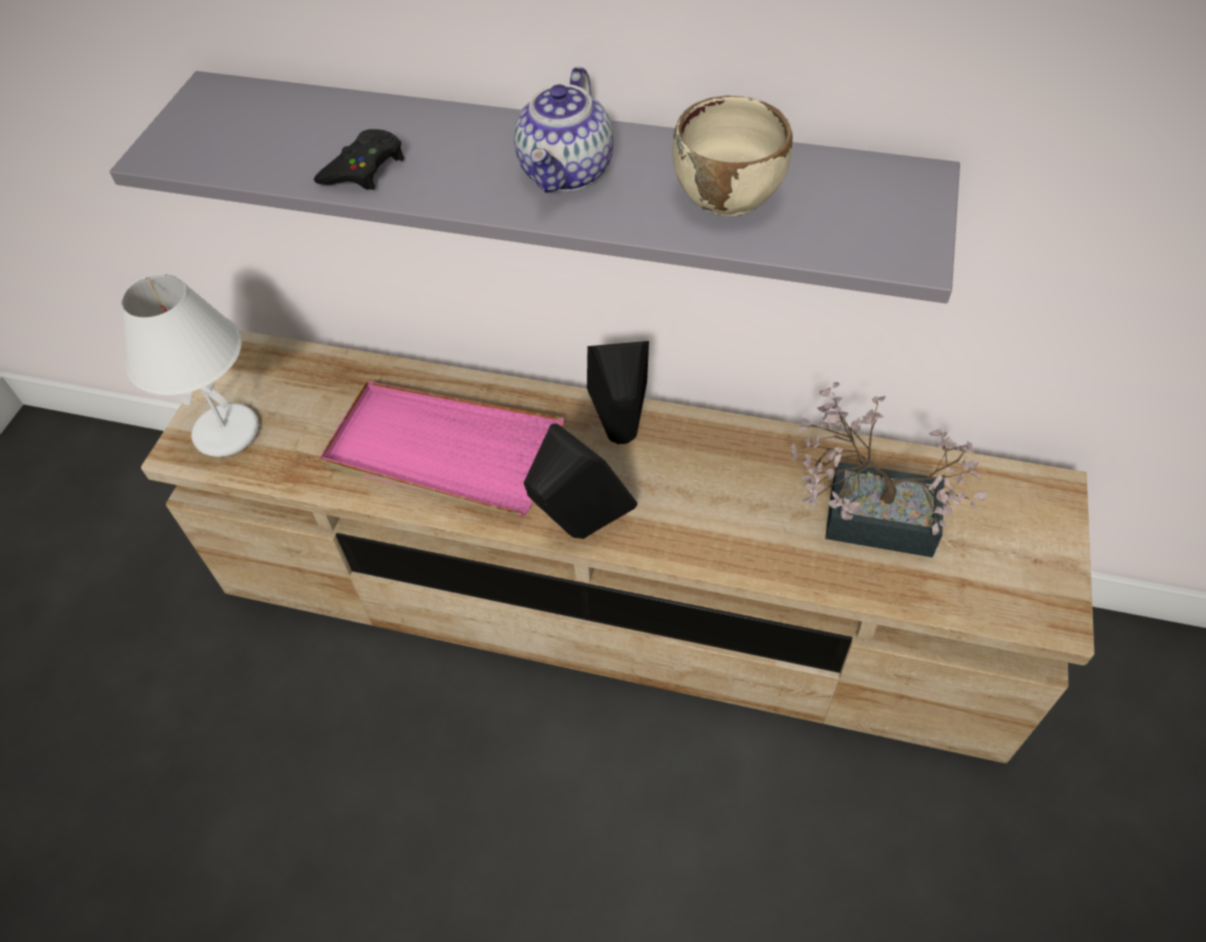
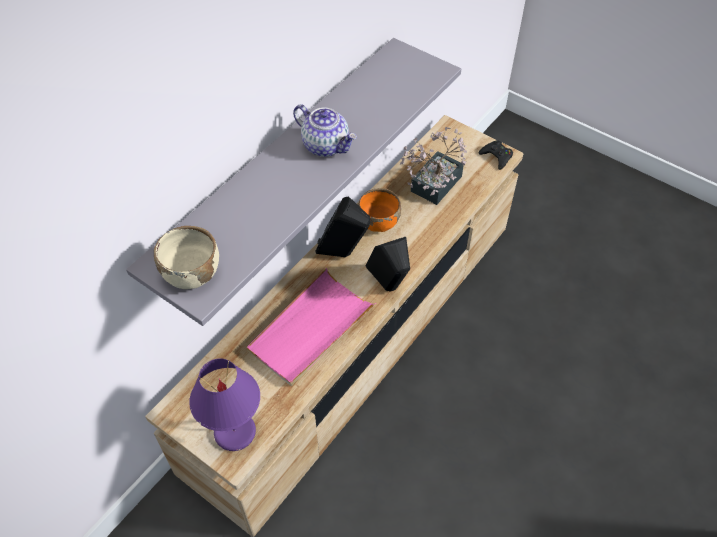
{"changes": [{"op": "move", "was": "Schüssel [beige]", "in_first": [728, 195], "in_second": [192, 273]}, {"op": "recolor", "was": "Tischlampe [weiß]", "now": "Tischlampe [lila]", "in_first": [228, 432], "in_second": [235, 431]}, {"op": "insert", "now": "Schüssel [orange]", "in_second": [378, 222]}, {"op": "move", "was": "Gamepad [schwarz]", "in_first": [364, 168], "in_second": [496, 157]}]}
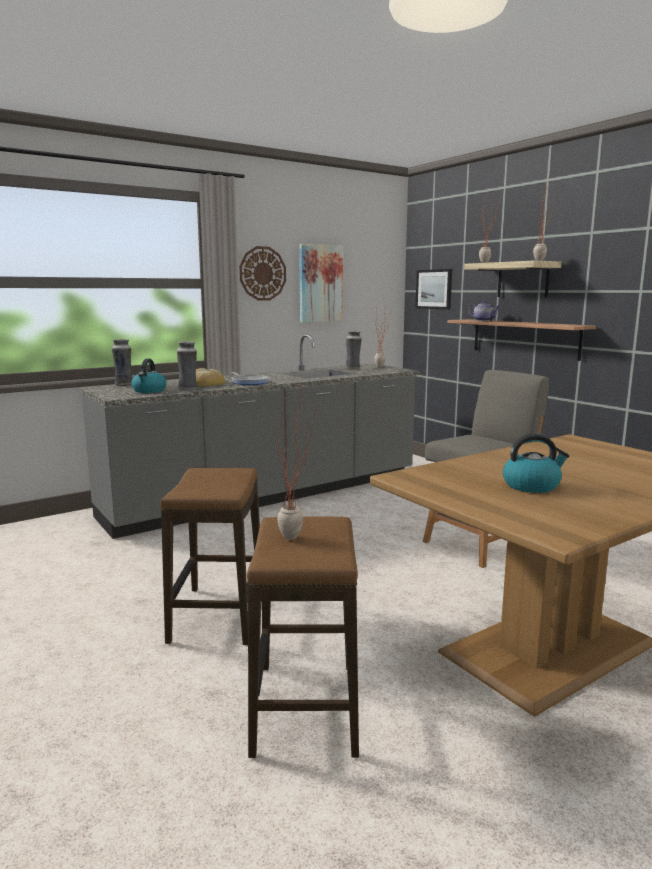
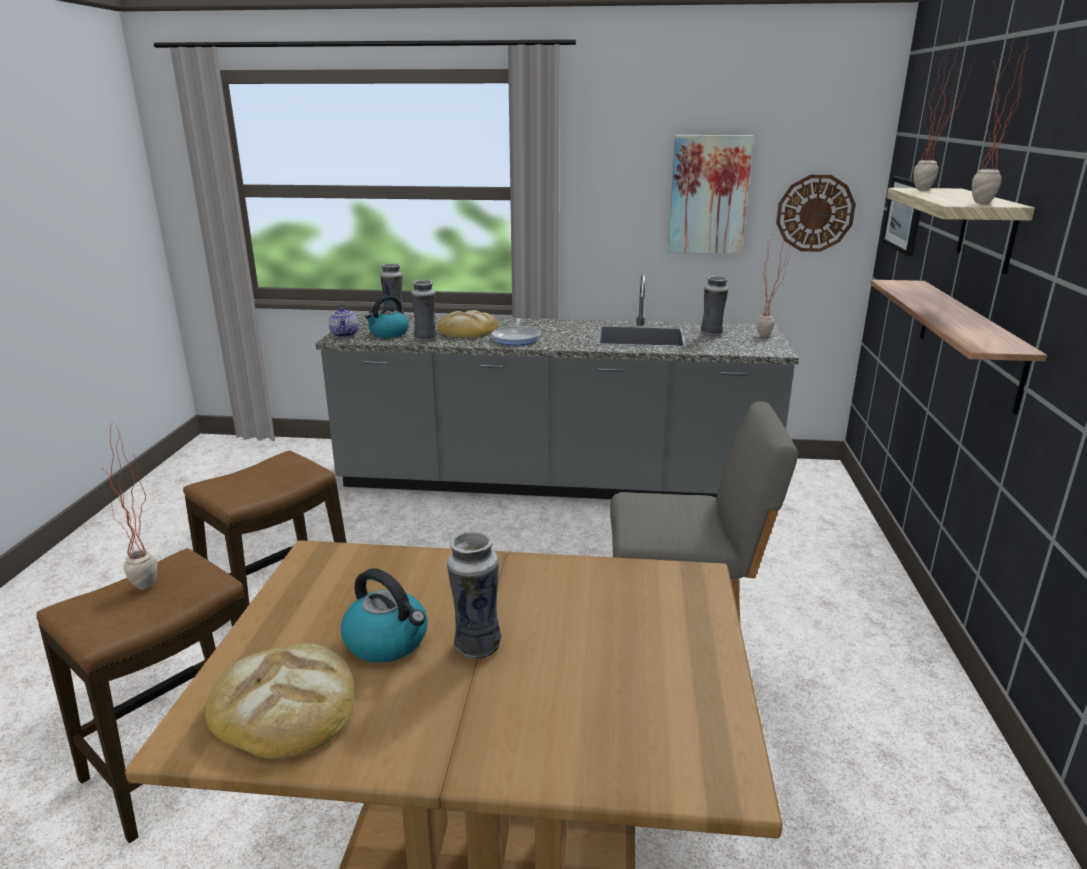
{"changes": [{"op": "insert", "now": "Brot", "in_second": [285, 706]}, {"op": "move", "was": "Teekanne", "in_first": [483, 320], "in_second": [345, 335]}, {"op": "insert", "now": "Vase", "in_second": [476, 645]}, {"op": "move", "was": "Wanduhr", "in_first": [262, 273], "in_second": [815, 213]}]}
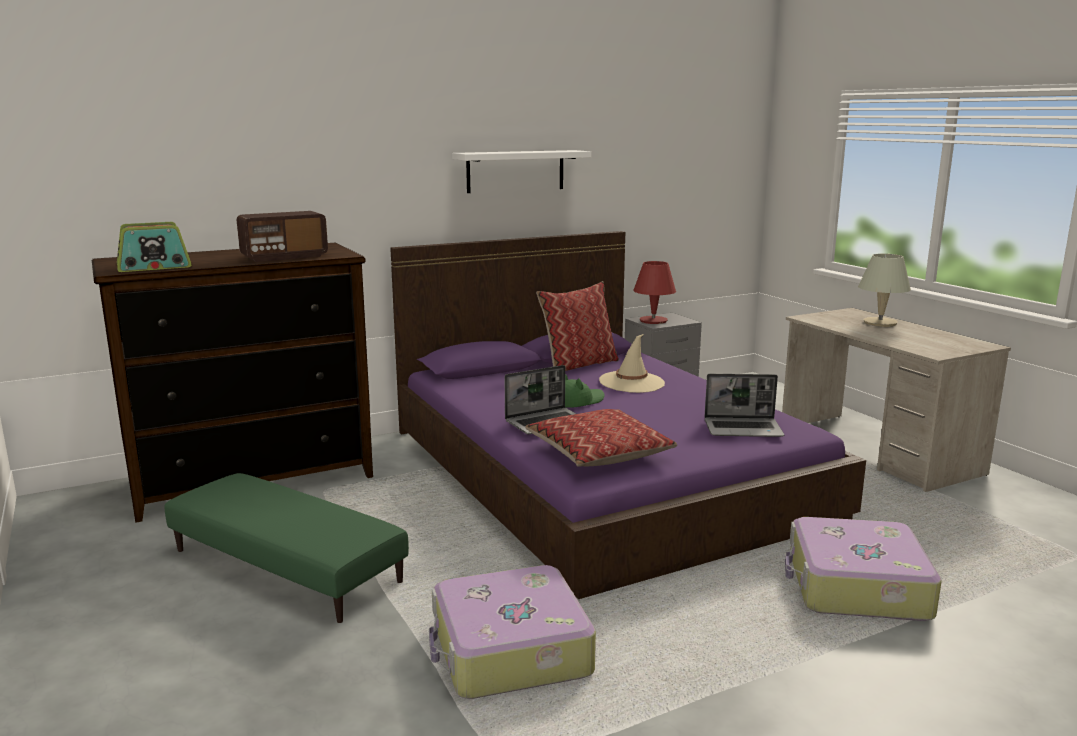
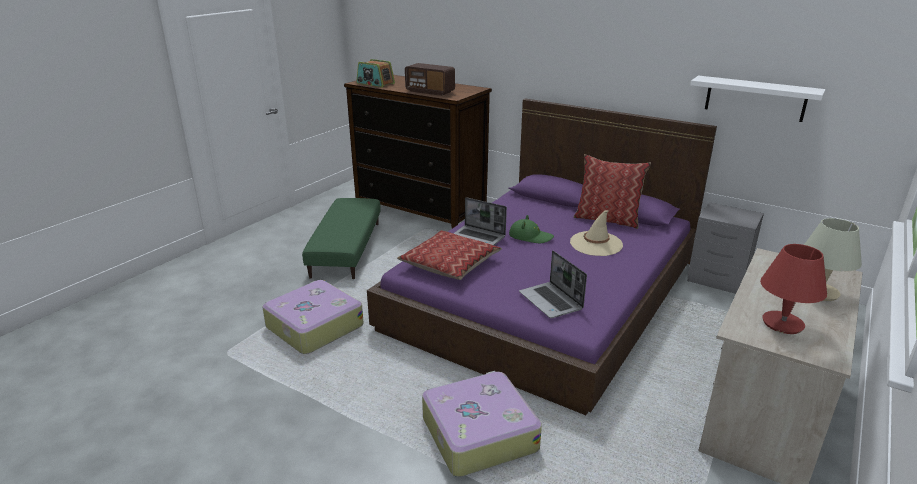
{"changes": [{"op": "move", "was": "Wandregal [weiß]", "in_first": [515, 171], "in_second": [755, 98]}, {"op": "move", "was": "Tischlampe [rot]", "in_first": [653, 321], "in_second": [782, 323]}]}
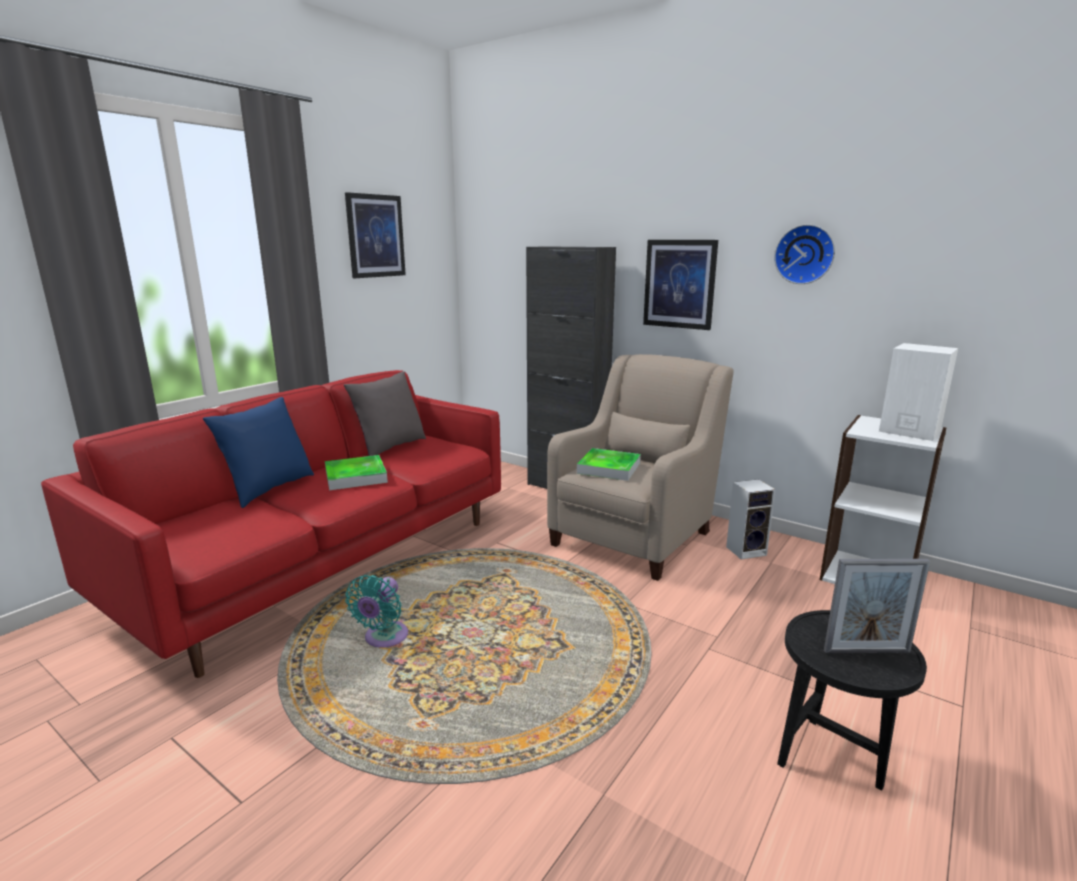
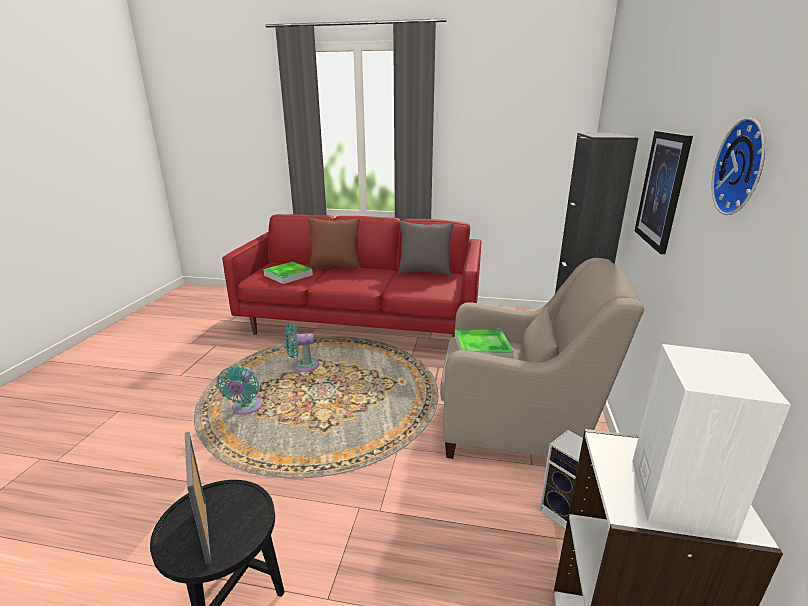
{"changes": [{"op": "insert", "now": "Ventilator [türkis]", "in_second": [246, 408]}, {"op": "move", "was": "Tablett", "in_first": [356, 476], "in_second": [288, 275]}, {"op": "recolor", "was": "Kissen [blau]", "now": "Kissen [braun]", "in_first": [268, 489], "in_second": [335, 267]}, {"op": "delete", "was": "Bild", "in_first": [375, 236]}]}
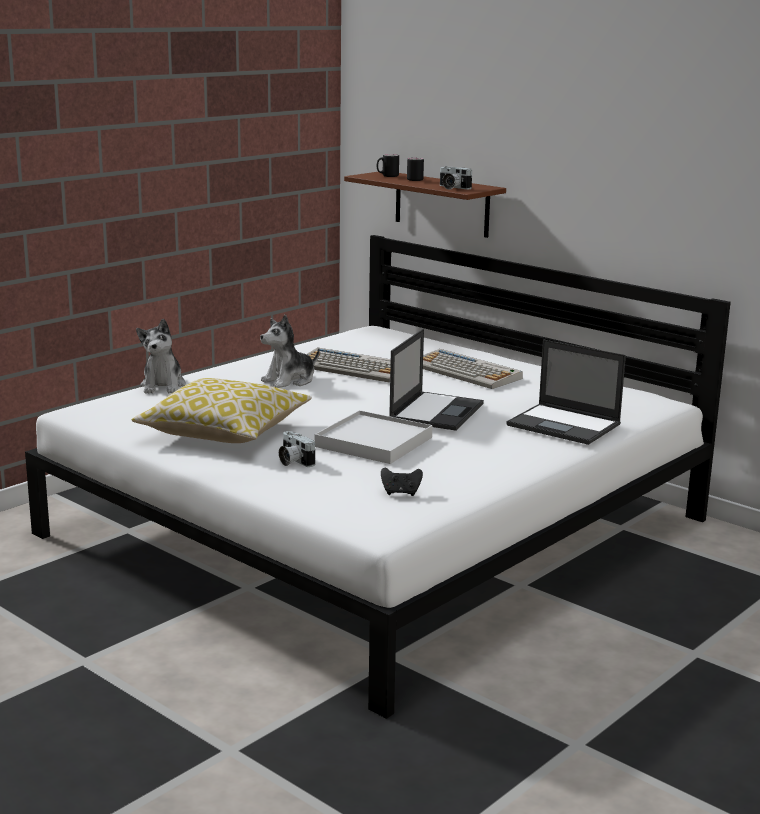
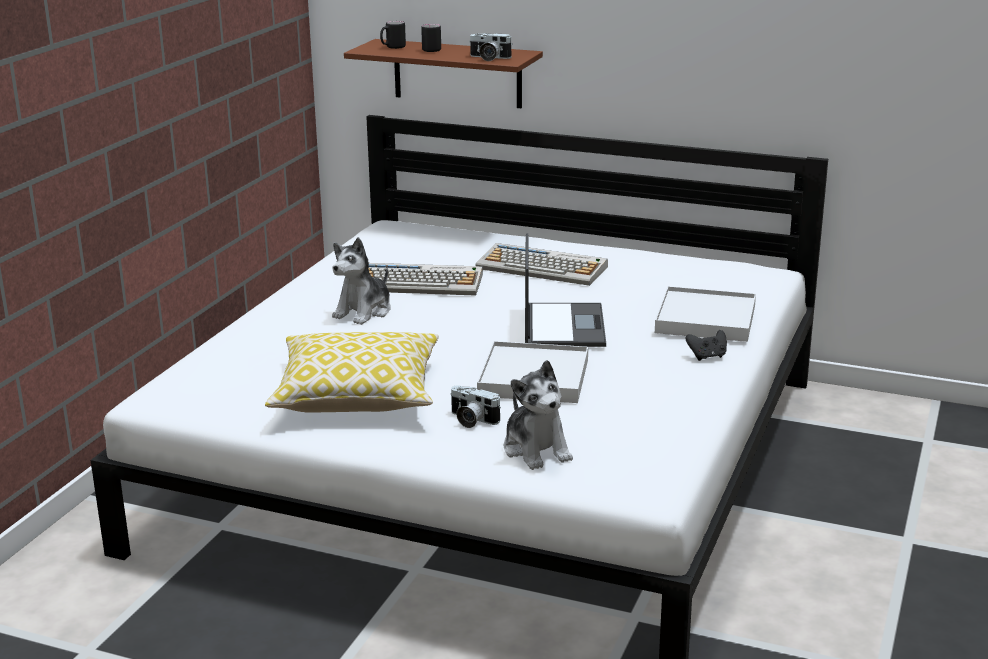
{"changes": [{"op": "move", "was": "Plüschtier", "in_first": [163, 386], "in_second": [536, 450]}, {"op": "replace", "was": "Laptop", "now": "Tablett [weiß]", "in_first": [565, 425], "in_second": [706, 319]}, {"op": "move", "was": "Gamepad [schwarz]", "in_first": [401, 493], "in_second": [707, 356]}]}
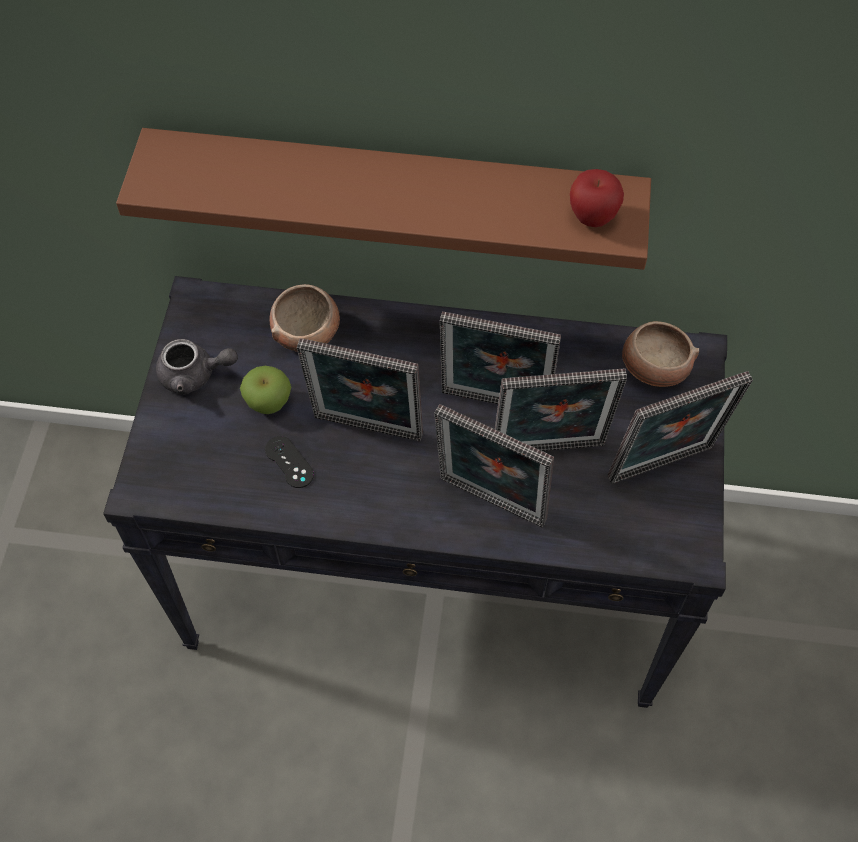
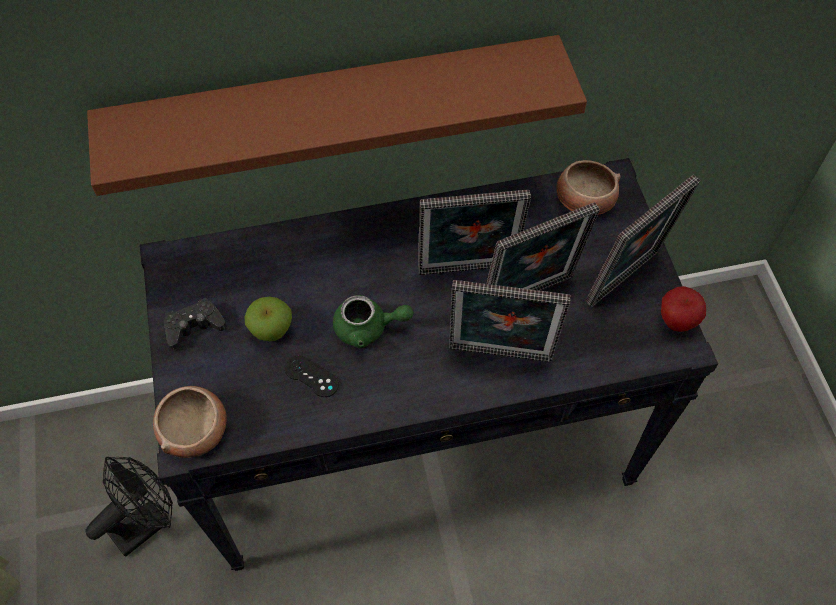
{"changes": [{"op": "insert", "now": "Ventilator [schwarz]", "in_second": [146, 522]}, {"op": "move", "was": "Schüssel", "in_first": [307, 331], "in_second": [195, 430]}, {"op": "replace", "was": "Teekanne [grau]", "now": "Gamepad [schwarz]", "in_first": [195, 375], "in_second": [194, 326]}, {"op": "replace", "was": "Bilderrahmen", "now": "Teekanne [grün]", "in_first": [366, 431], "in_second": [368, 328]}, {"op": "move", "was": "Apfel", "in_first": [592, 217], "in_second": [676, 321]}]}
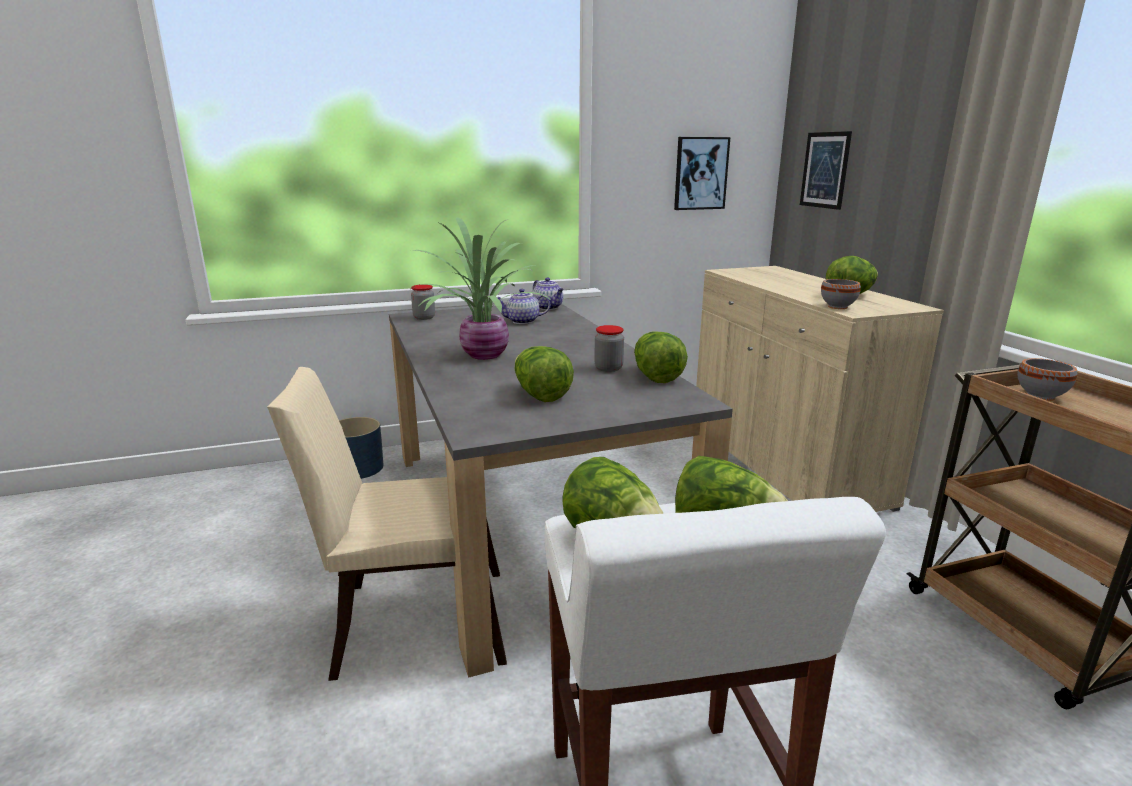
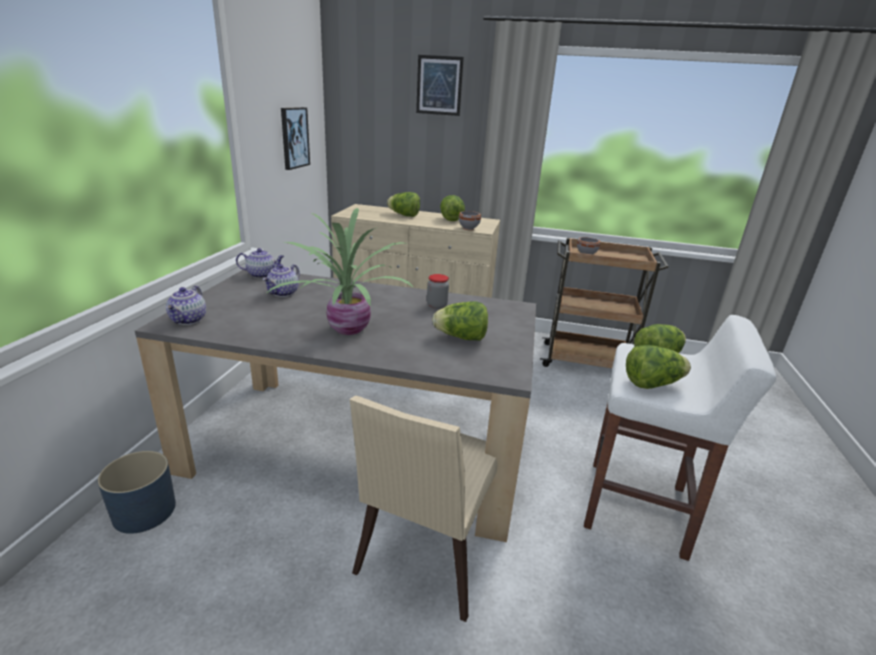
{"changes": [{"op": "replace", "was": "Vorratsglas", "now": "Teekanne", "in_first": [424, 317], "in_second": [189, 320]}, {"op": "move", "was": "Salatkopf", "in_first": [655, 376], "in_second": [404, 215]}, {"op": "move", "was": "Bild", "in_first": [825, 170], "in_second": [439, 85]}]}
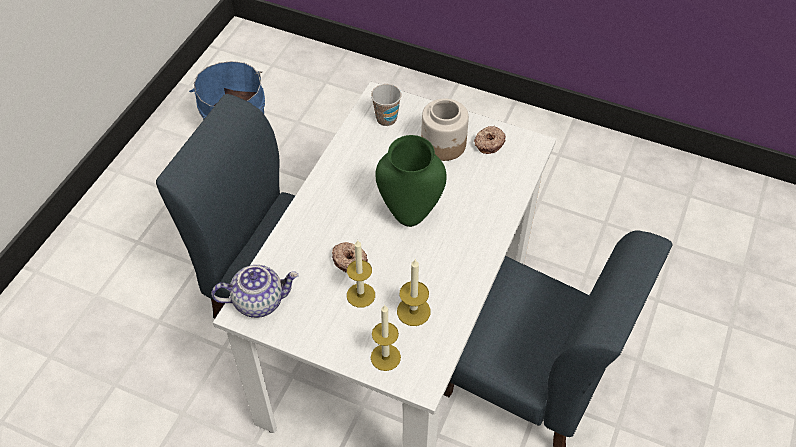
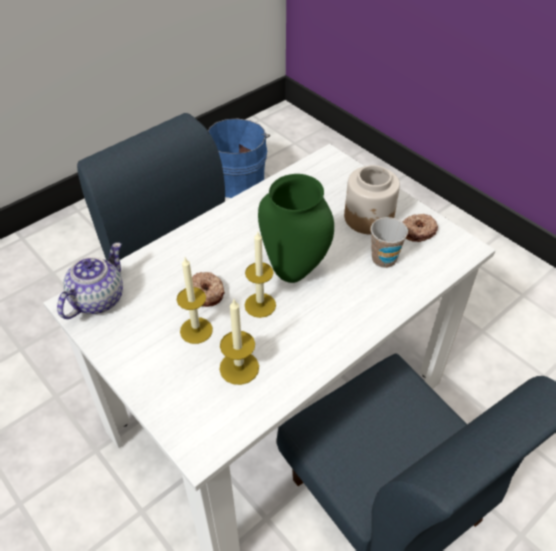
{"changes": [{"op": "rotate", "was": "Teekanne", "in_first": [259, 301], "in_second": [97, 299], "clockwise": -75}, {"op": "move", "was": "Kerze", "in_first": [385, 357], "in_second": [260, 305]}, {"op": "move", "was": "Tasse", "in_first": [386, 119], "in_second": [384, 259]}]}
